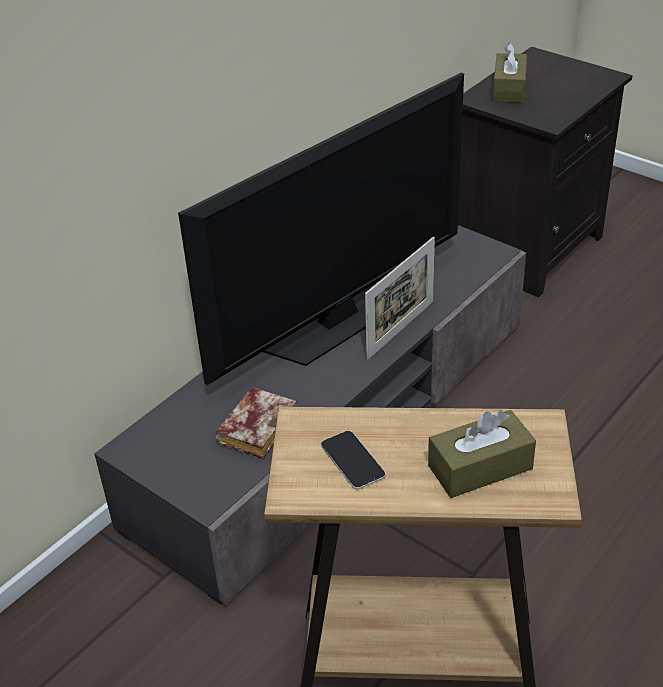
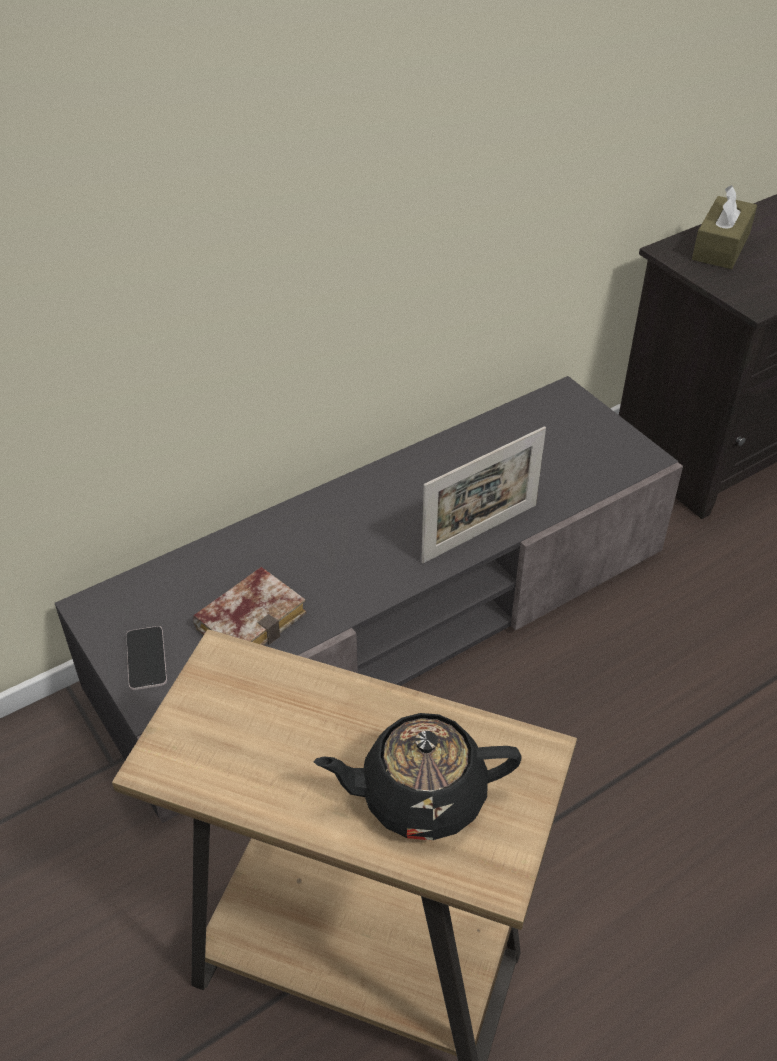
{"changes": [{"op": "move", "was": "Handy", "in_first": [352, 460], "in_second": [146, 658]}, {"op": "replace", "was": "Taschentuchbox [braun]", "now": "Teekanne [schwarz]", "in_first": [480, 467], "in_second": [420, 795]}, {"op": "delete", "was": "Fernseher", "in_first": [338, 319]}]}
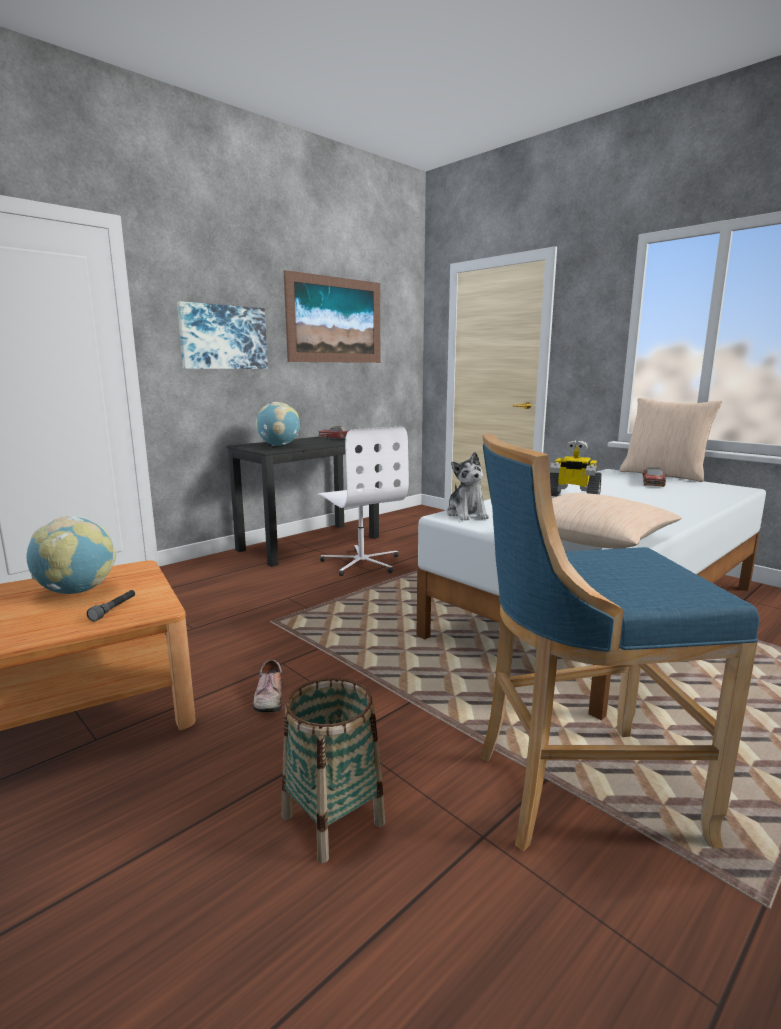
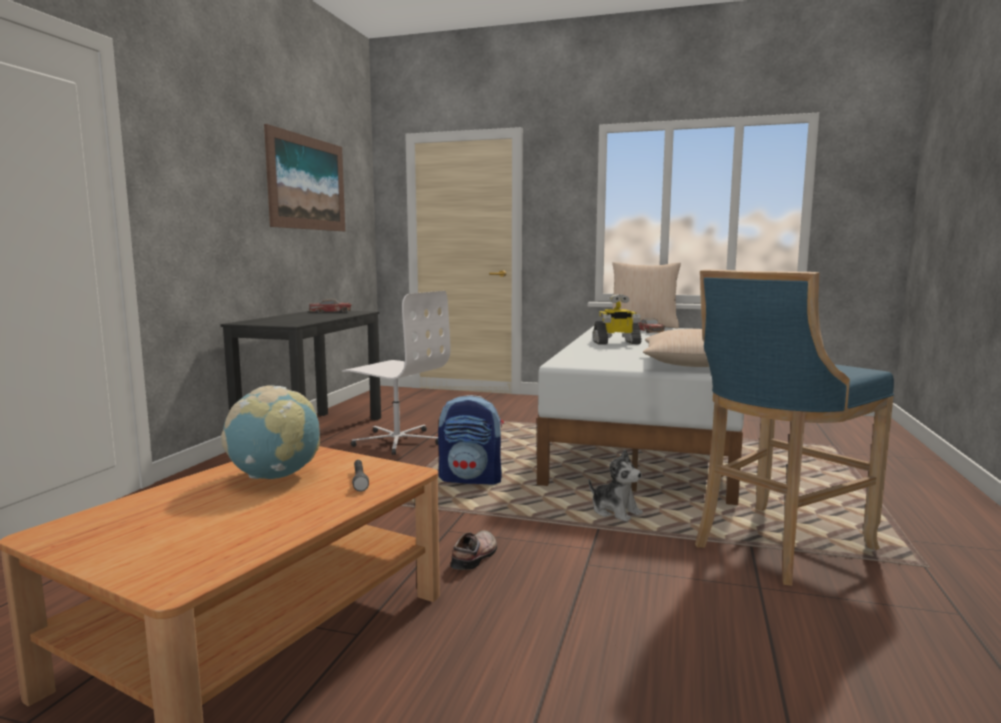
{"changes": [{"op": "insert", "now": "Rucksack", "in_second": [471, 479]}, {"op": "rotate", "was": "Schuh", "in_first": [268, 697], "in_second": [476, 556], "clockwise": -120}, {"op": "move", "was": "Plüschtier", "in_first": [467, 514], "in_second": [615, 512]}, {"op": "delete", "was": "Bild", "in_first": [223, 337]}, {"op": "delete", "was": "Globus", "in_first": [279, 445]}, {"op": "delete", "was": "Korb", "in_first": [332, 819]}]}
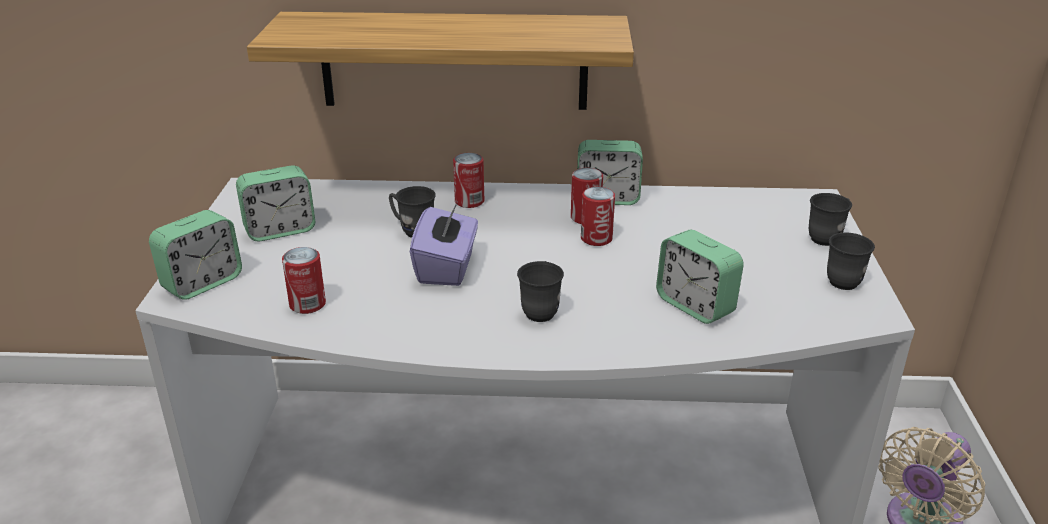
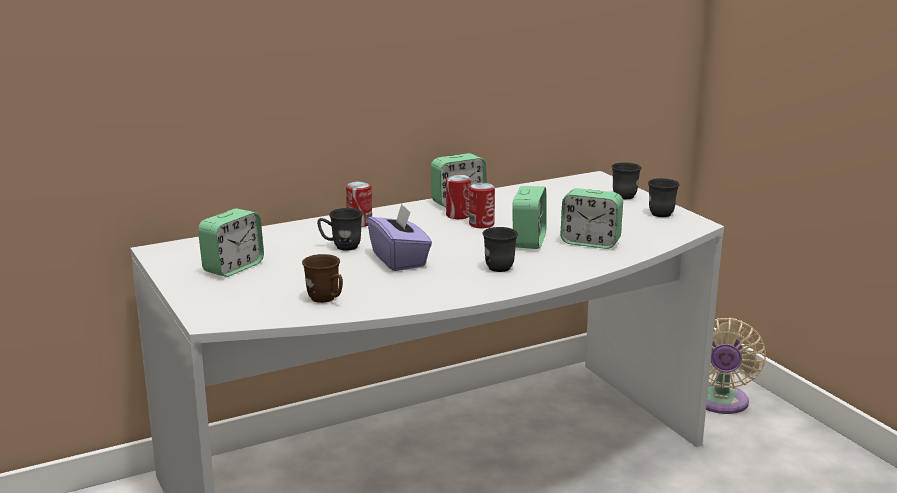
{"changes": [{"op": "replace", "was": "Dose", "now": "Henkelbecher [braun]", "in_first": [307, 304], "in_second": [327, 300]}, {"op": "move", "was": "Wecker", "in_first": [202, 283], "in_second": [529, 241]}, {"op": "delete", "was": "Wandregal", "in_first": [454, 61]}]}
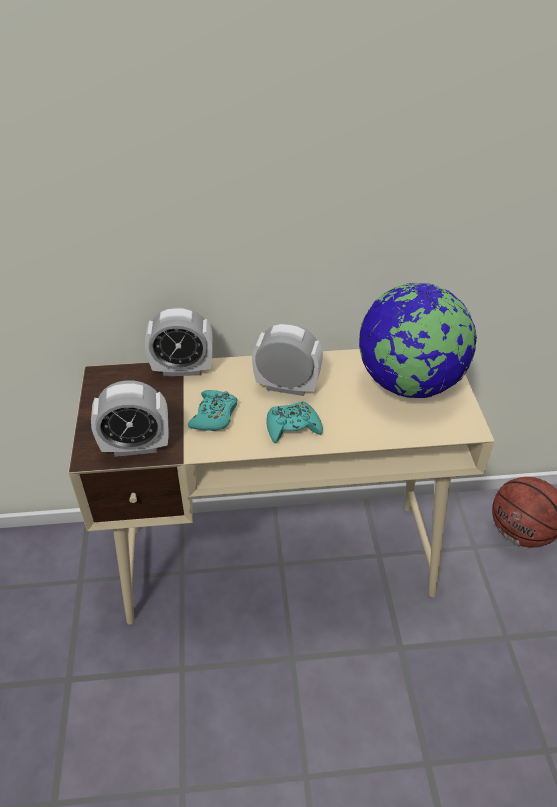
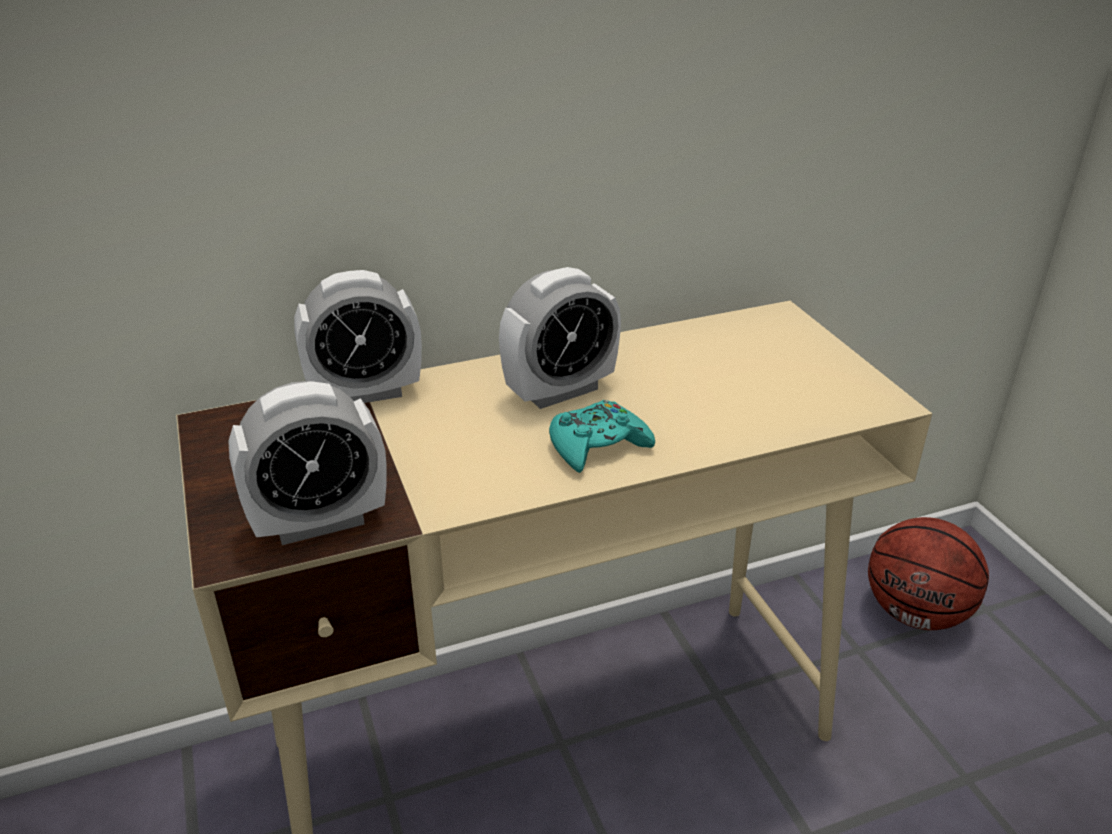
{"changes": [{"op": "rotate", "was": "Wecker", "in_first": [287, 386], "in_second": [560, 391], "clockwise": 150}, {"op": "delete", "was": "Gamepad [türkis]", "in_first": [214, 416]}, {"op": "delete", "was": "Globus", "in_first": [409, 384]}]}
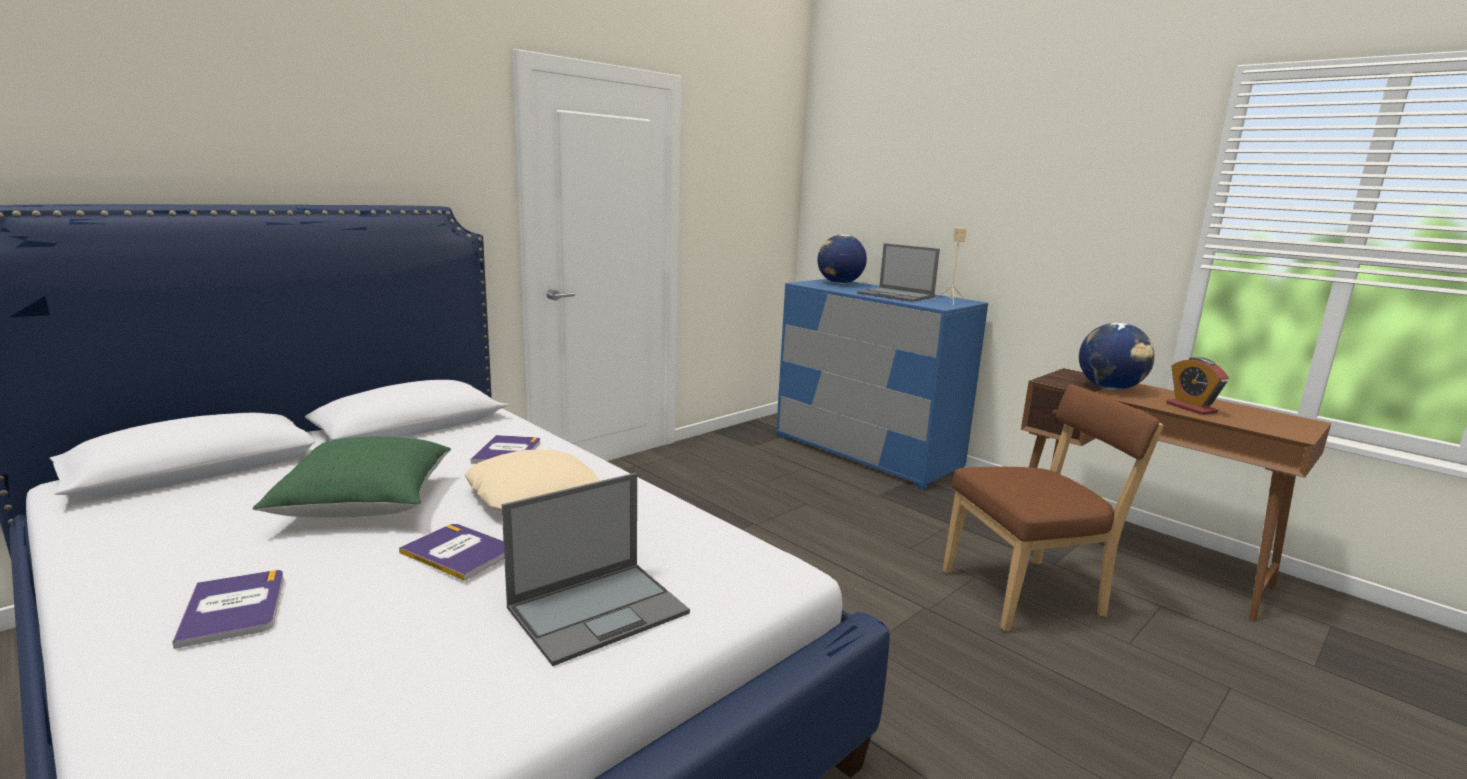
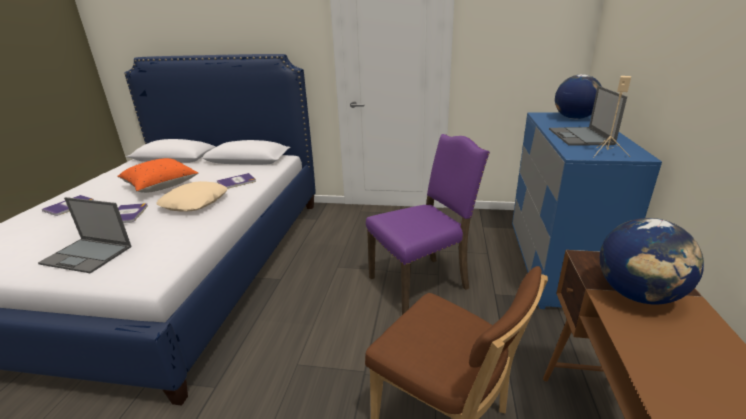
{"changes": [{"op": "recolor", "was": "Kissen [grün]", "now": "Kissen [orange]", "in_first": [365, 504], "in_second": [161, 186]}, {"op": "insert", "now": "Stuhl [lila]", "in_second": [421, 283]}, {"op": "delete", "was": "Wecker", "in_first": [1191, 408]}]}
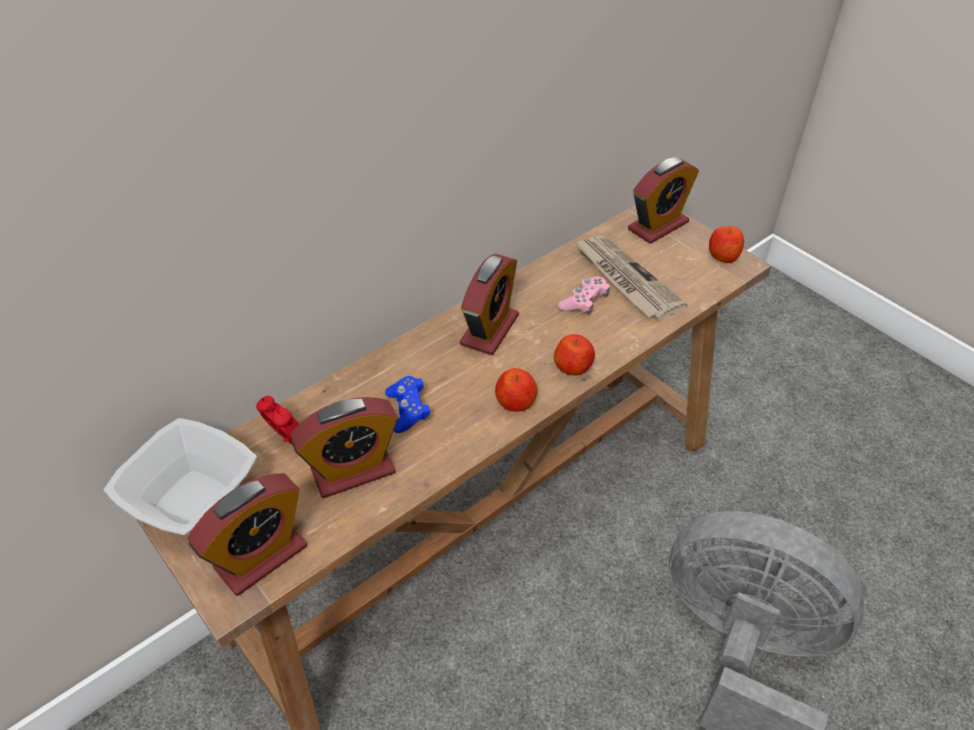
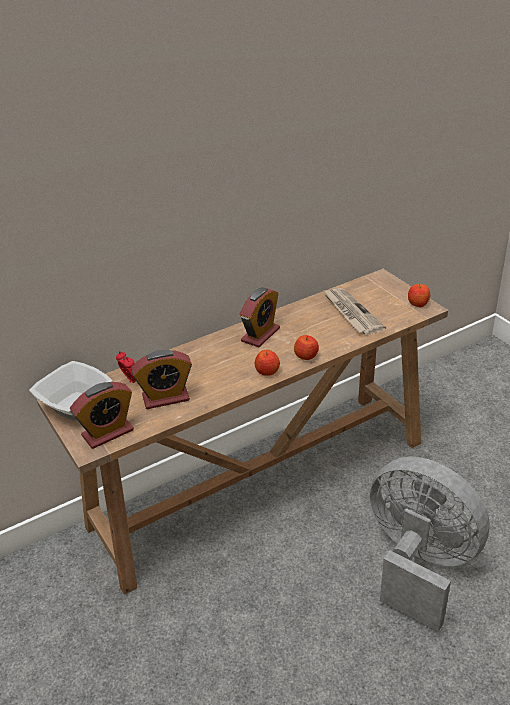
{"changes": [{"op": "delete", "was": "Gamepad [blau]", "in_first": [408, 410]}, {"op": "delete", "was": "Gamepad [rosa]", "in_first": [584, 302]}, {"op": "delete", "was": "Wecker", "in_first": [658, 226]}]}
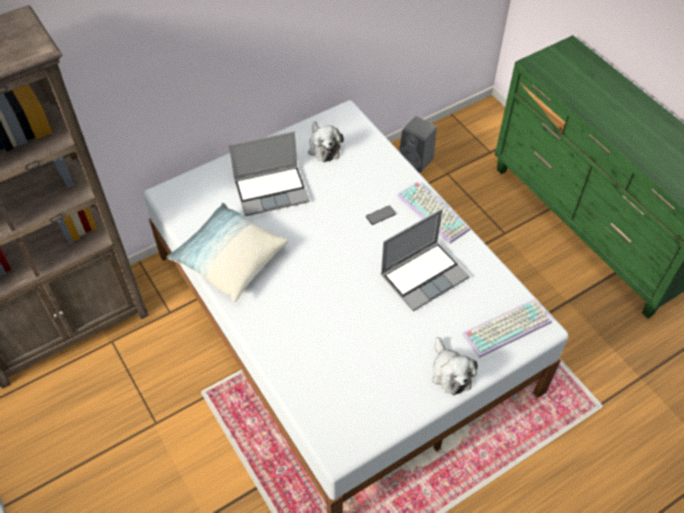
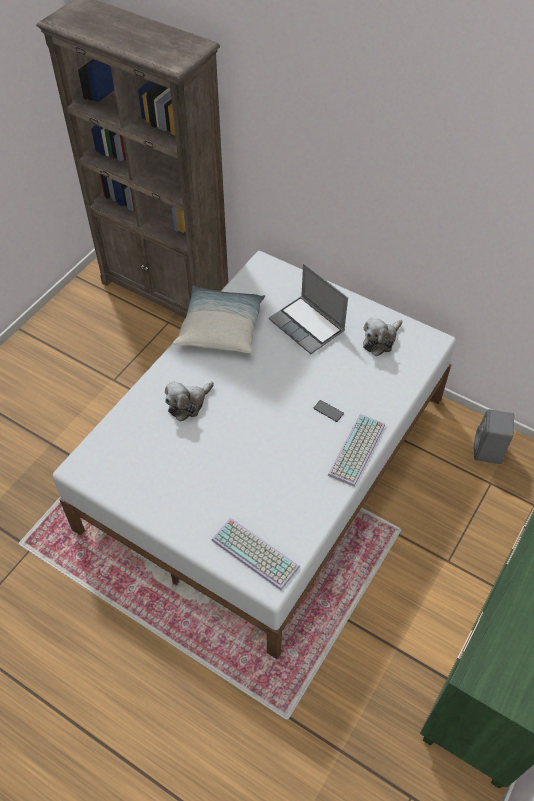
{"changes": [{"op": "move", "was": "Plüschtier", "in_first": [450, 372], "in_second": [188, 404]}, {"op": "delete", "was": "Laptop", "in_first": [424, 275]}]}
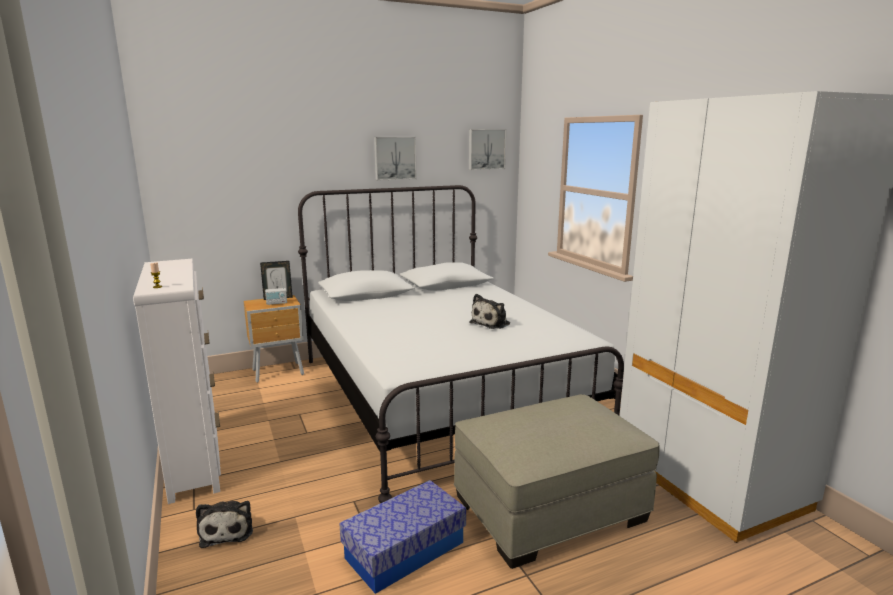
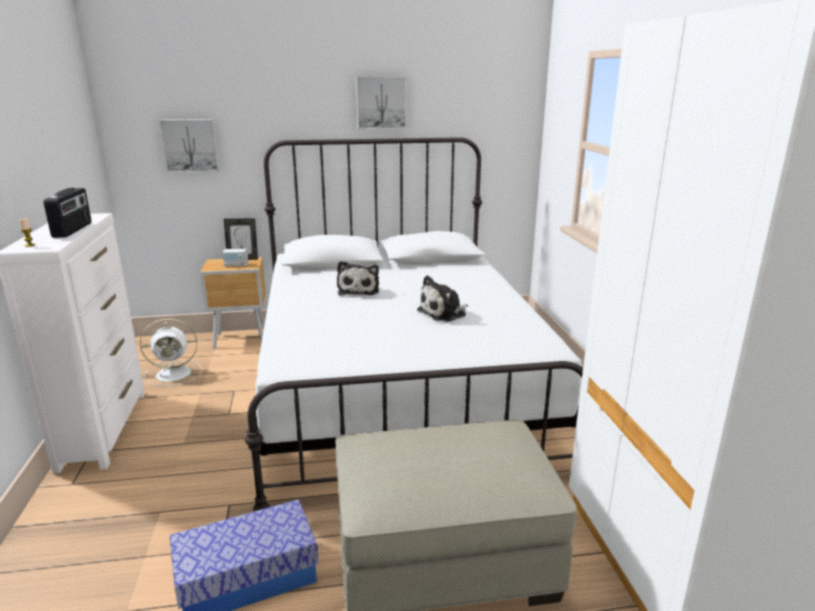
{"changes": [{"op": "insert", "now": "Radio", "in_second": [73, 230]}, {"op": "insert", "now": "Ventilator [weiß]", "in_second": [175, 374]}, {"op": "move", "was": "Bild", "in_first": [486, 149], "in_second": [190, 145]}, {"op": "move", "was": "Plüschtier", "in_first": [227, 530], "in_second": [359, 290]}]}
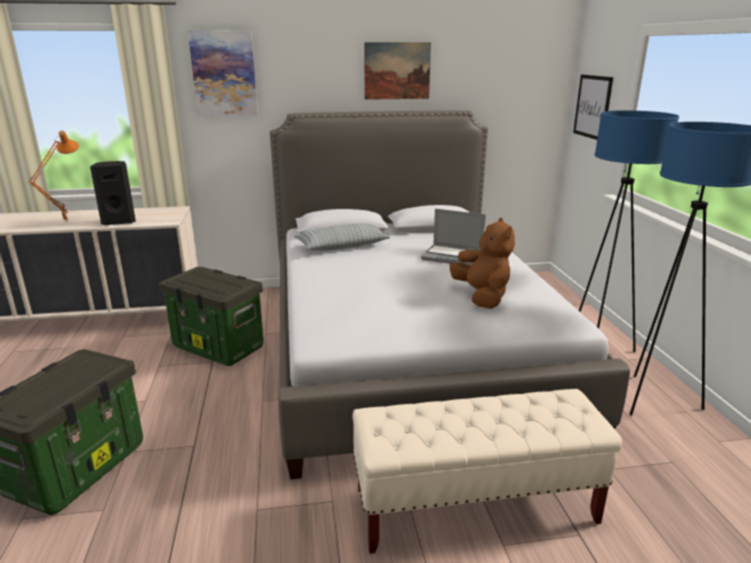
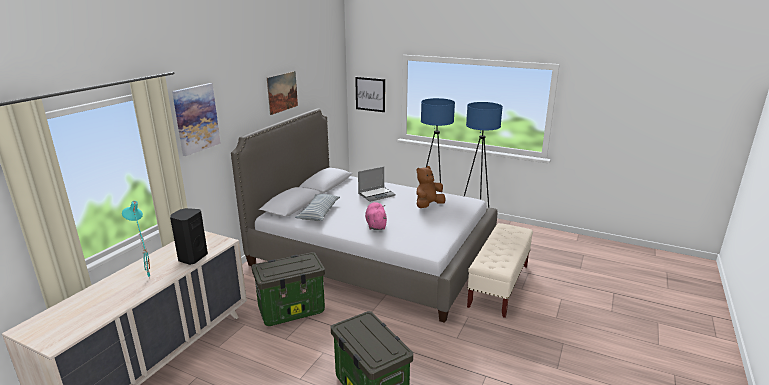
{"changes": [{"op": "recolor", "was": "Tischlampe [orange]", "now": "Tischlampe [türkis]", "in_first": [65, 221], "in_second": [147, 278]}, {"op": "insert", "now": "Plüschtier [rosa]", "in_second": [376, 225]}, {"op": "rotate", "was": "Plüschtier [braun]", "in_first": [482, 297], "in_second": [428, 205], "clockwise": -60}]}
